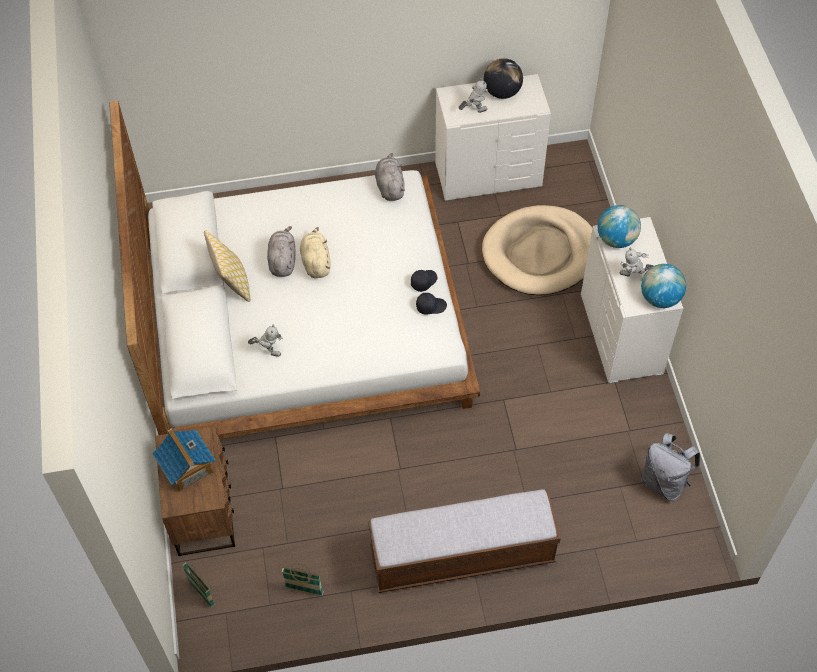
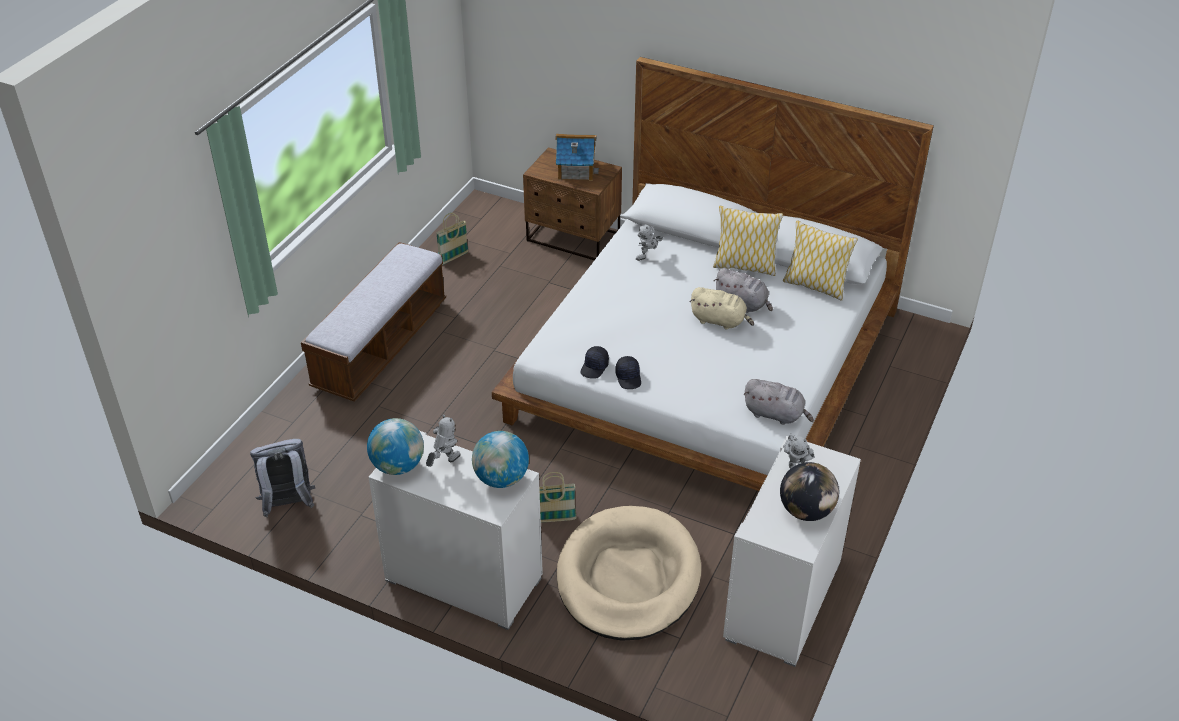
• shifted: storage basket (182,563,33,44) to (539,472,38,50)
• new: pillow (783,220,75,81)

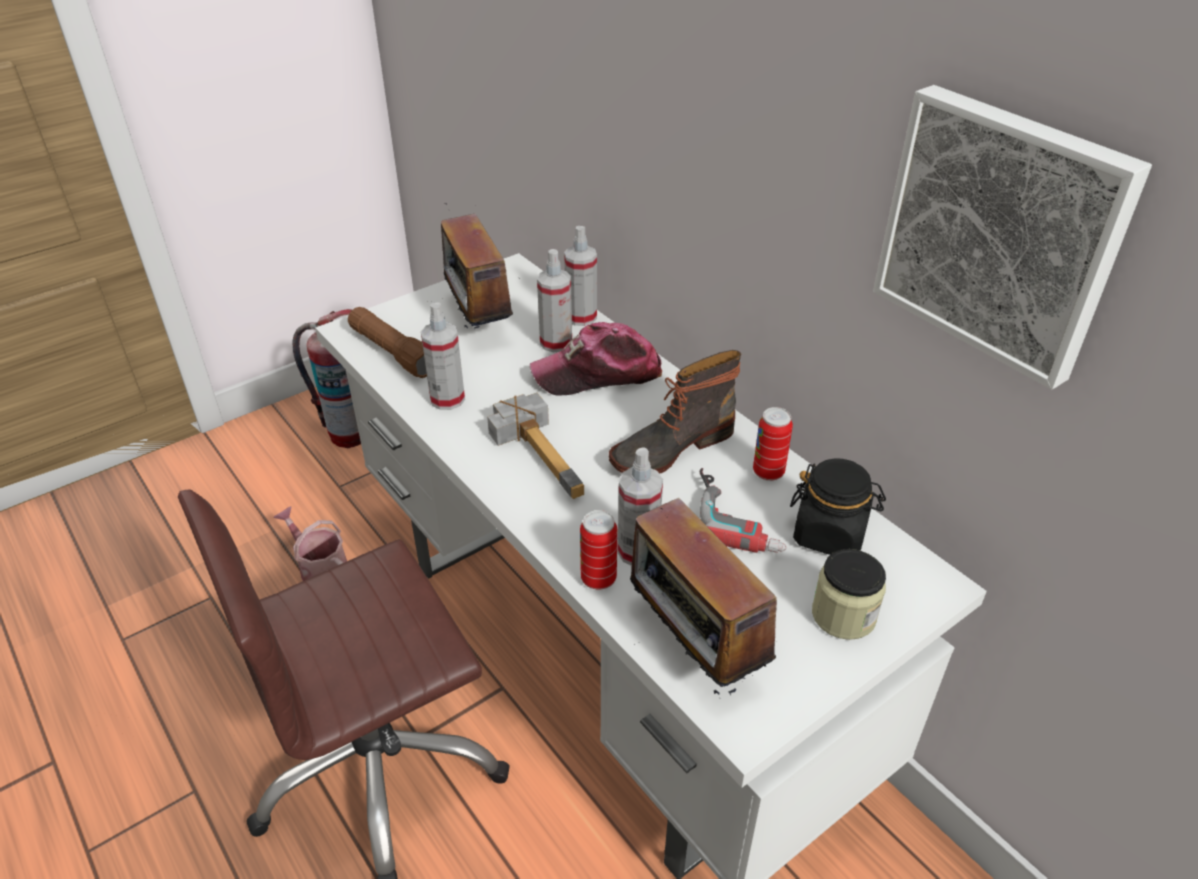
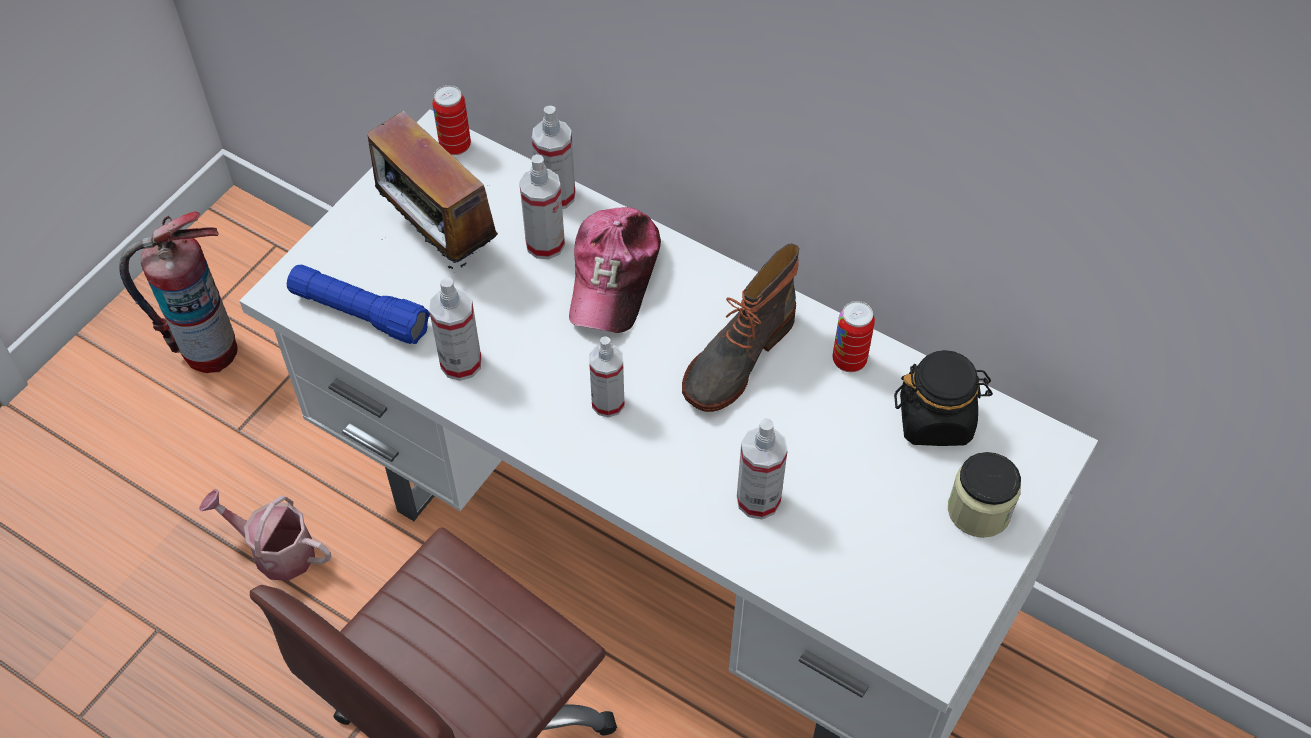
• gone: picture (873,85,279,305)
• repainted: hand torch (brown-coloured) (348,307,79,71) to hand torch (blue-coloured) (287,264,143,80)
• rotated: baseball cap (530,322,132,73) = (569,207,92,126) 45 degrees counterclockwise
• swapped: hammer (487,393,97,106) to hand sprayer (589,336,36,82)
• gone: drill (700,468,87,85)
• gone: radio (630,498,147,197)
• shifted: can (580,510,38,80) to (432,85,39,70)

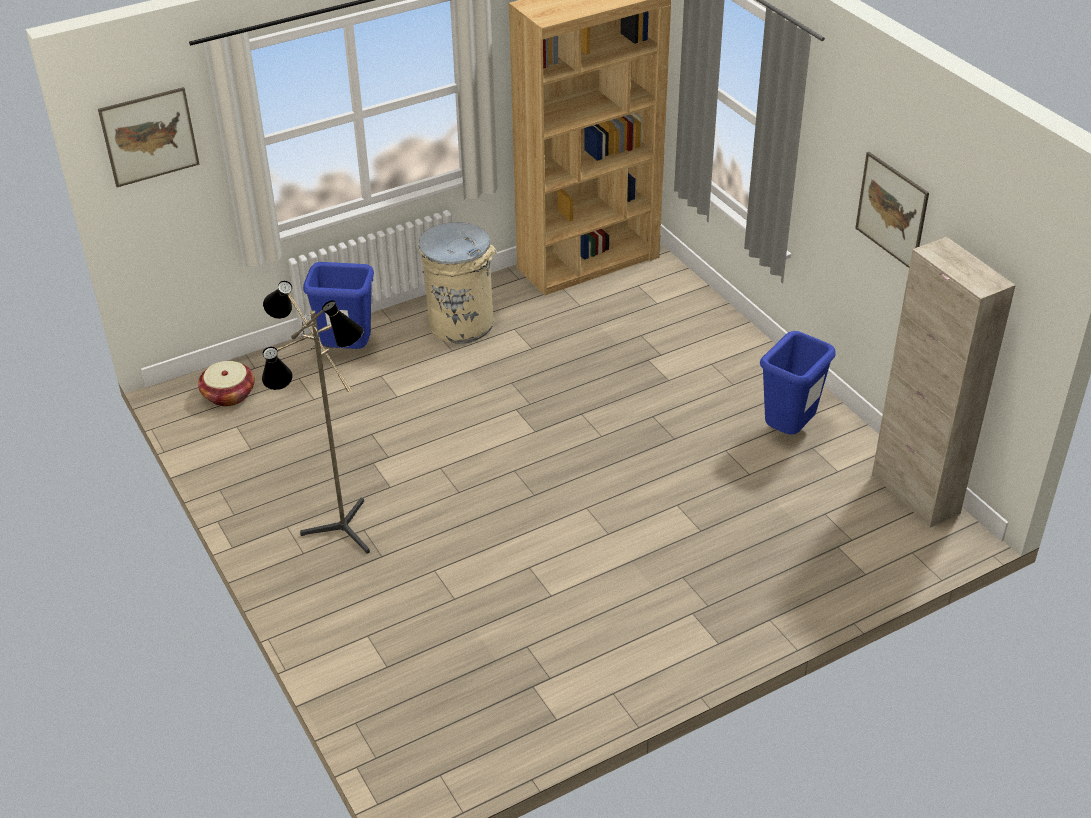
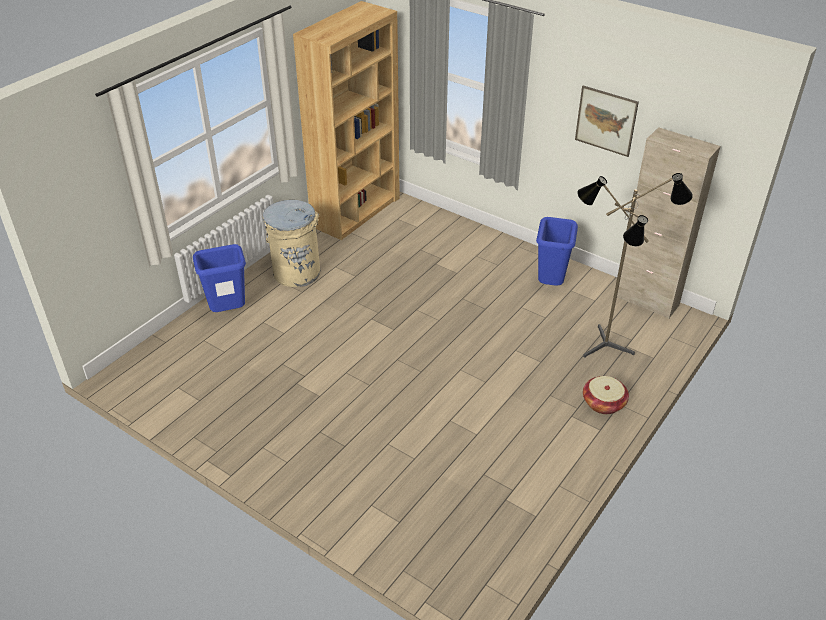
• gone: picture (98,87,102,100)
• shifted: floor lamp (262,281,108,273) to (577,173,116,185)
• shifted: storage basket (198,361,57,45) to (583,376,46,38)

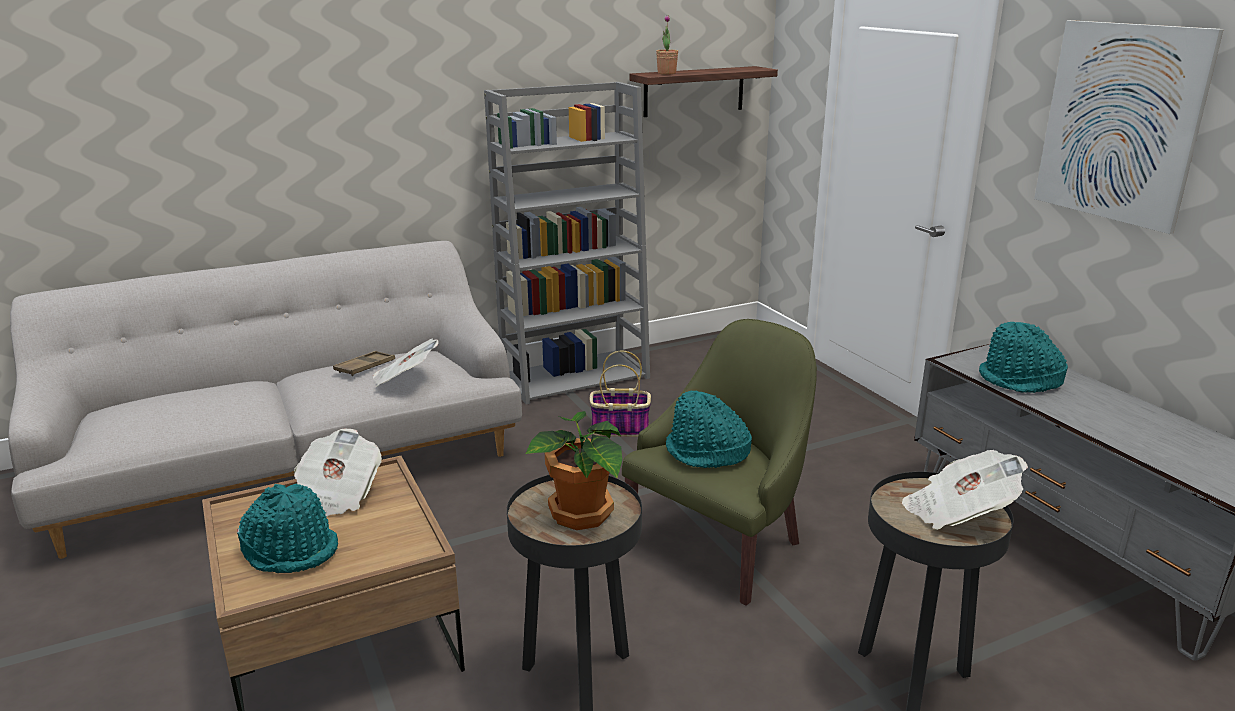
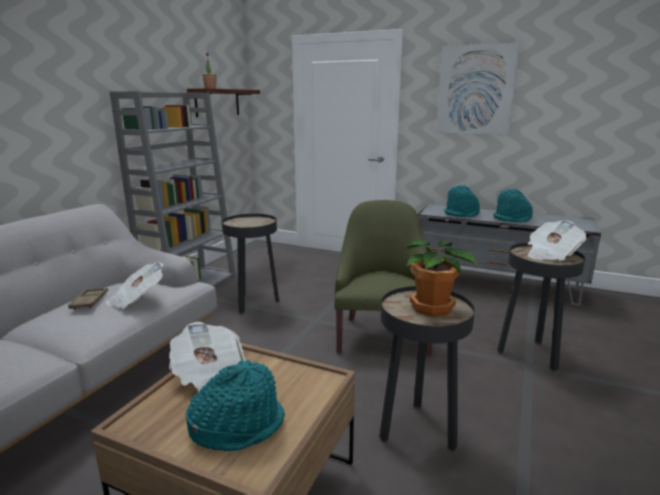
• swapped: storage basket (590,351,61,86) to end table (black-coloured) (222,214,57,99)
• shifted: wearable hat (turquoise) (666,391,86,77) to (493,189,40,33)

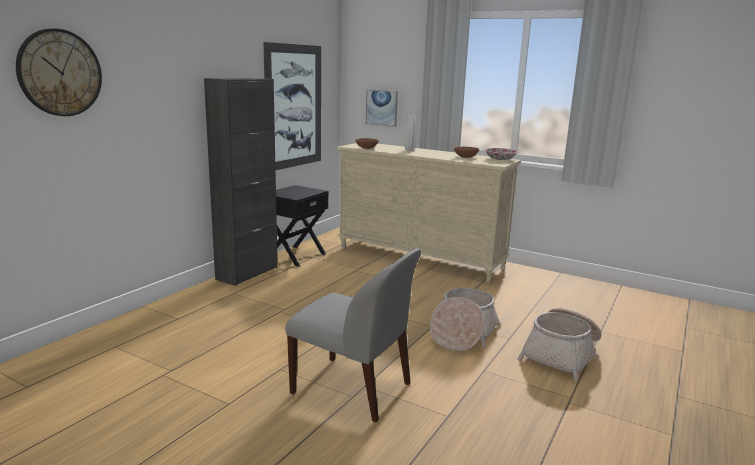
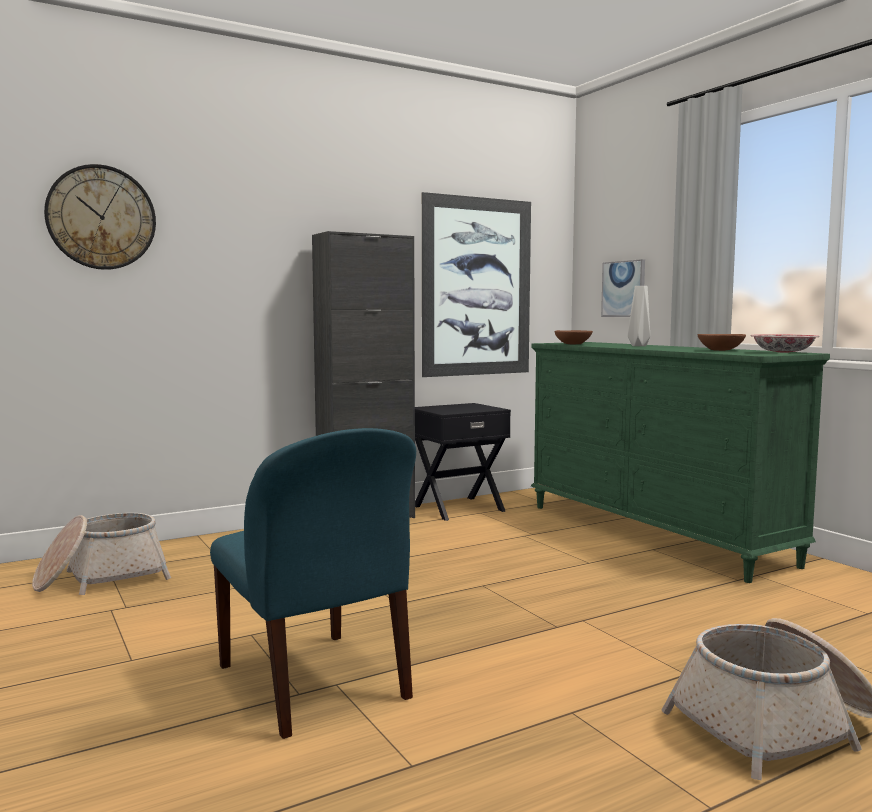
• repainted: drawer chest (beige) (337,143,184,140) to drawer chest (greenish) (531,342,299,241)
• repainted: upright chair (gray) (285,249,136,173) to upright chair (blue-coloured) (210,428,206,311)
• shifted: storage basket (430,288,70,63) to (32,513,139,82)

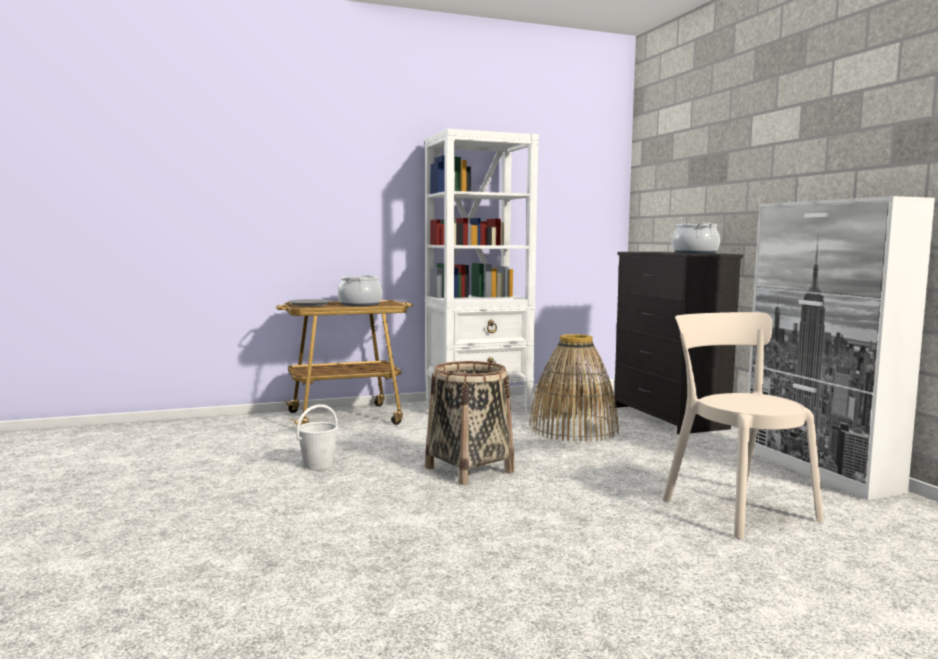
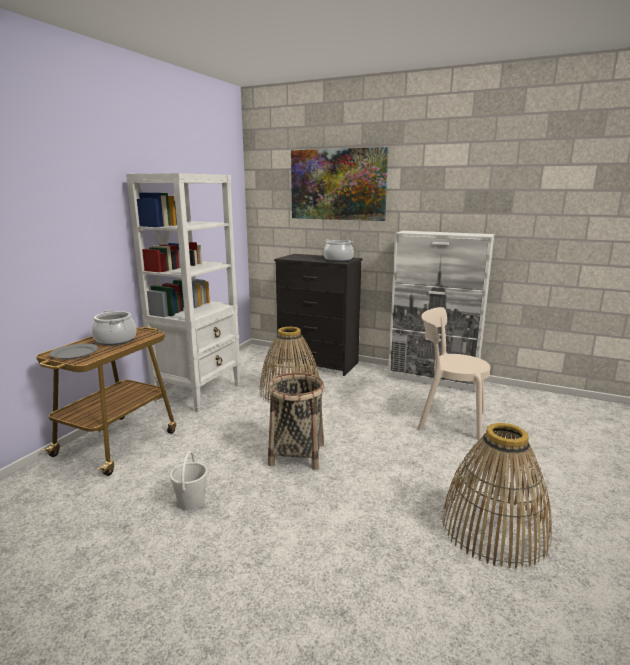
• new: picture (291,147,97,74)
• new: storage basket (441,423,111,146)

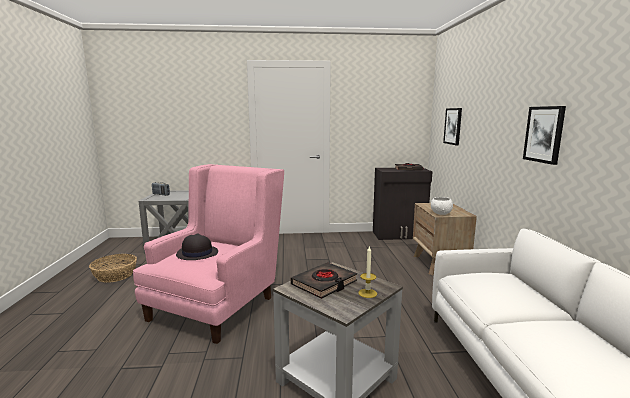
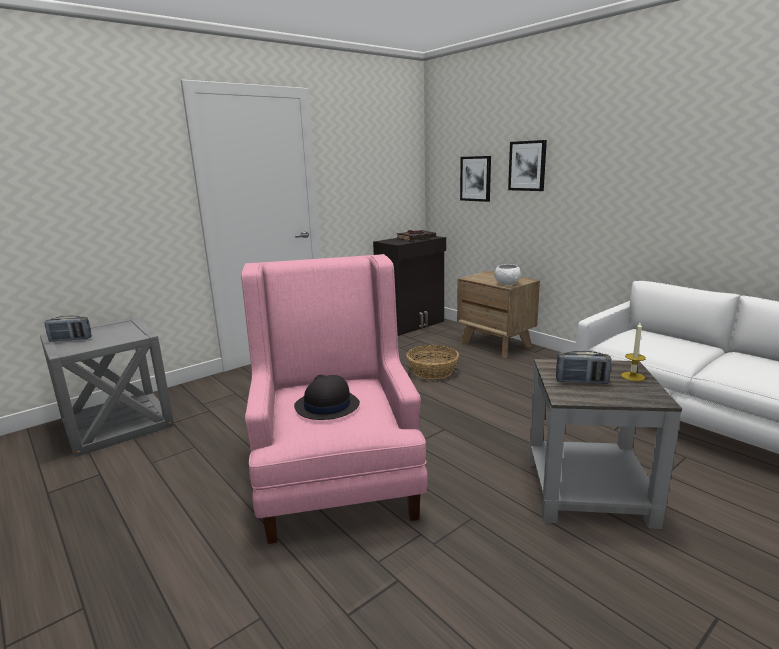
• shifted: picture (523,106,43,59) to (508,140,39,51)
• shifted: storage basket (89,254,48,29) to (406,345,53,34)
• swapped: volume (black-coloured) (290,262,67,37) to radio (556,351,55,33)

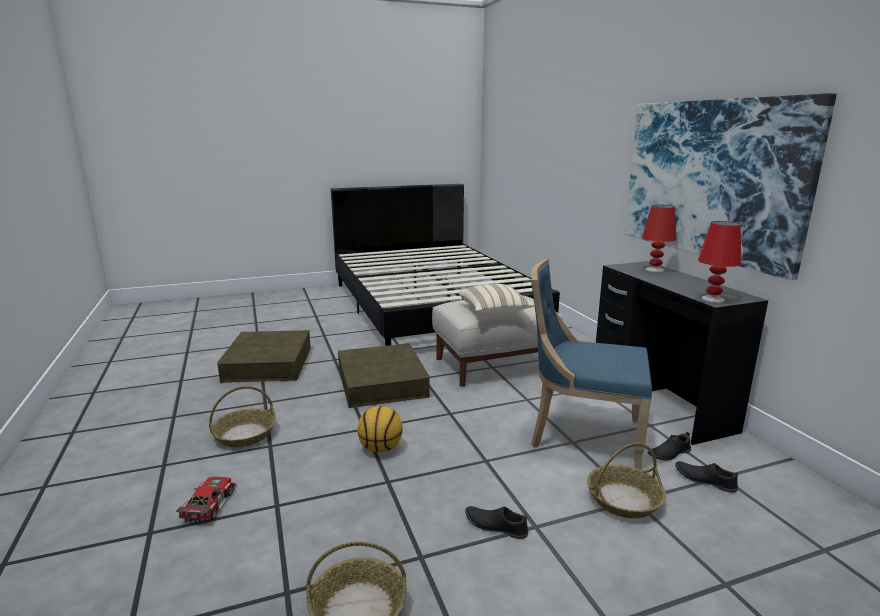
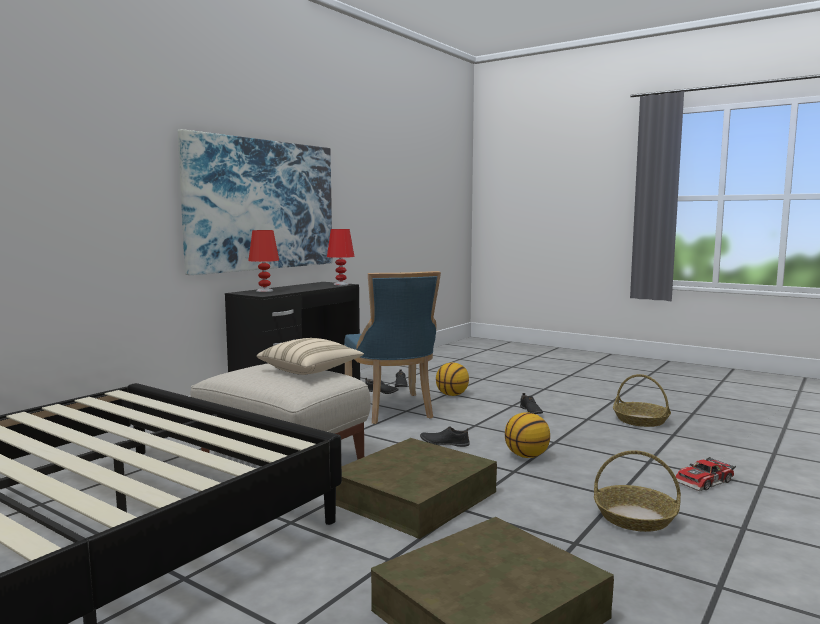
• swapped: storage basket (587,443,79,76) to ball for basketball (436,362,33,34)
• new: shoe (black-coloured) (420,426,50,21)

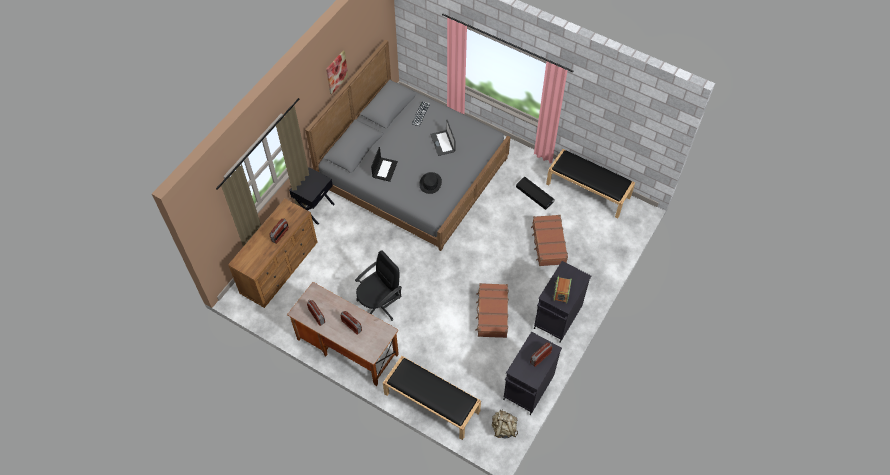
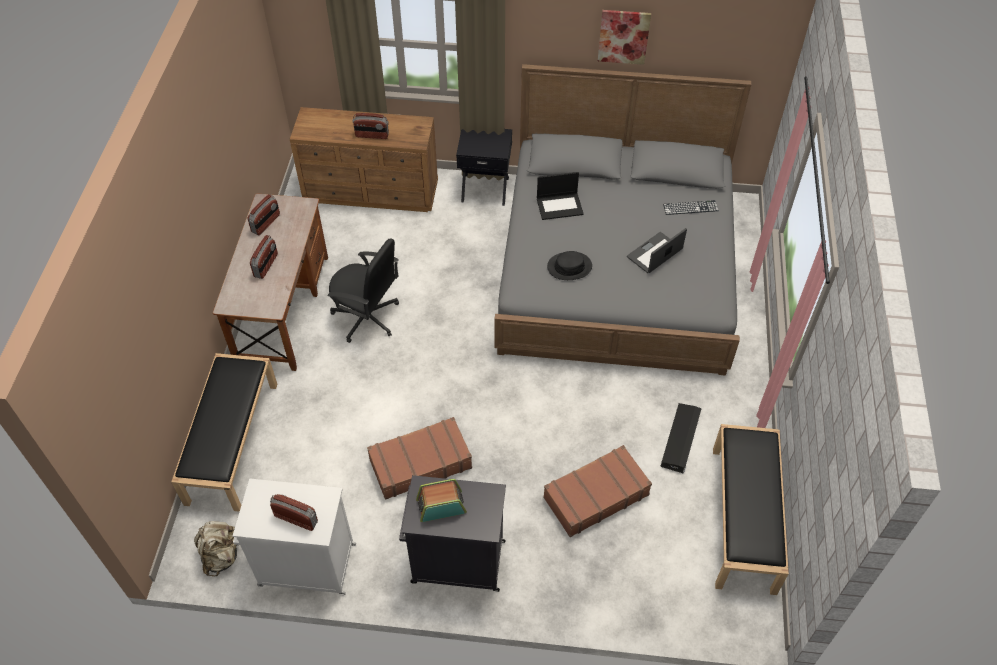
• repainted: cabinet (black-coloured) (503,332,59,83) to cabinet (whitish) (233,478,123,117)

